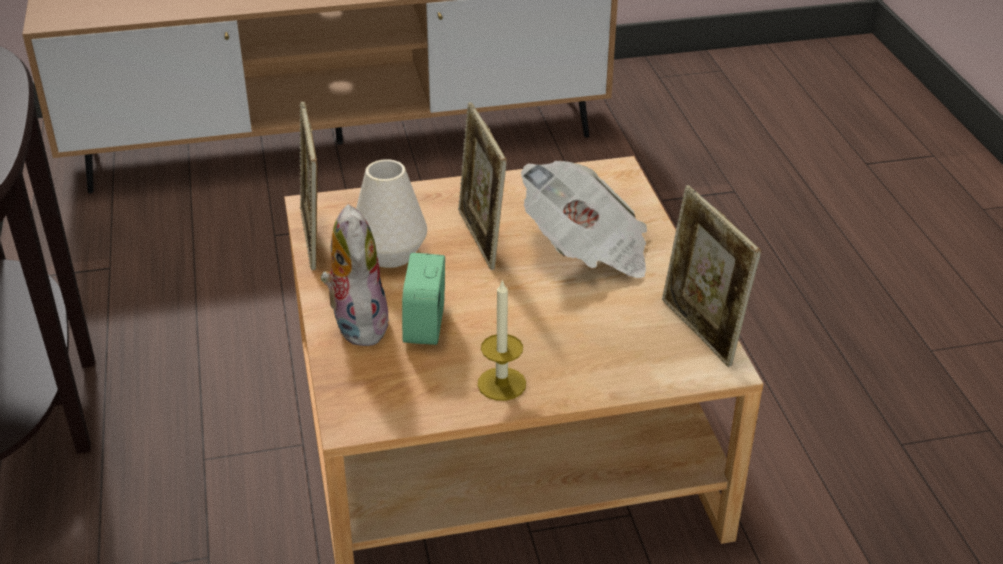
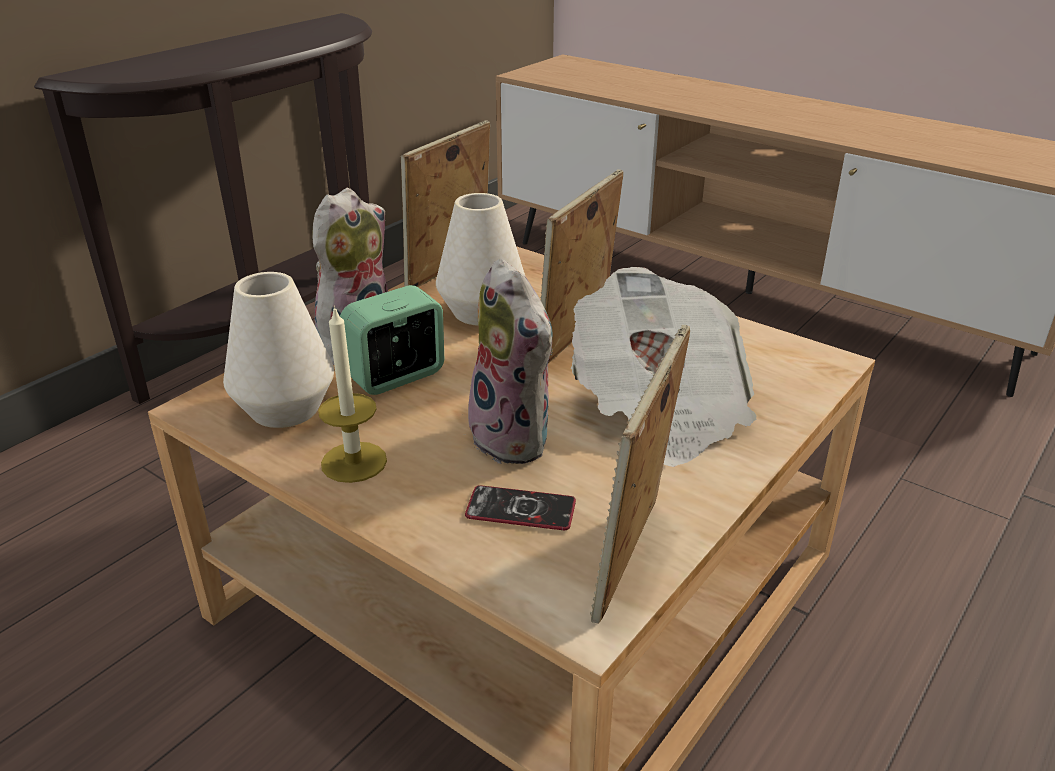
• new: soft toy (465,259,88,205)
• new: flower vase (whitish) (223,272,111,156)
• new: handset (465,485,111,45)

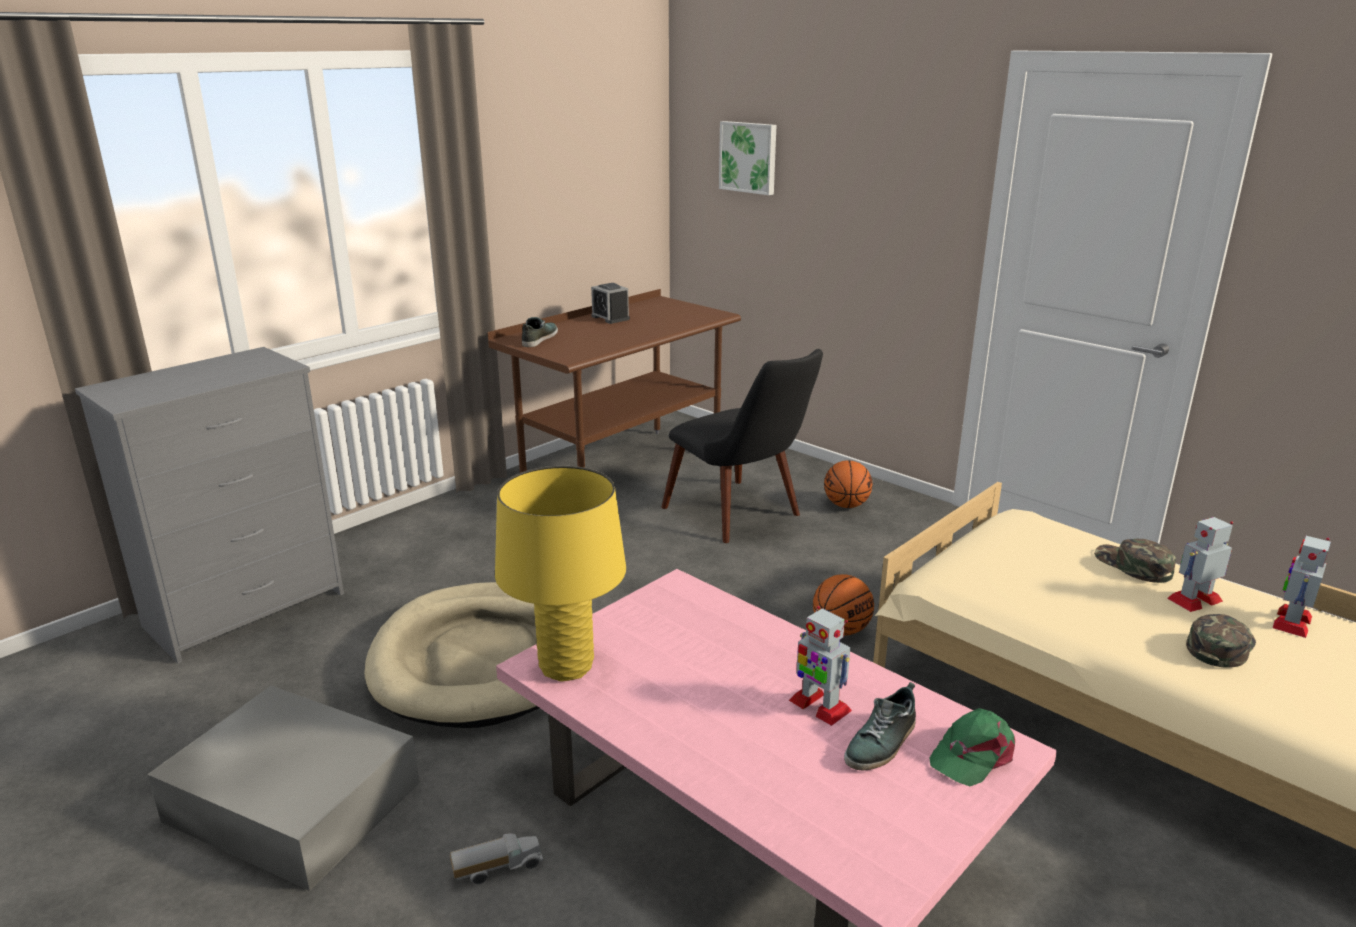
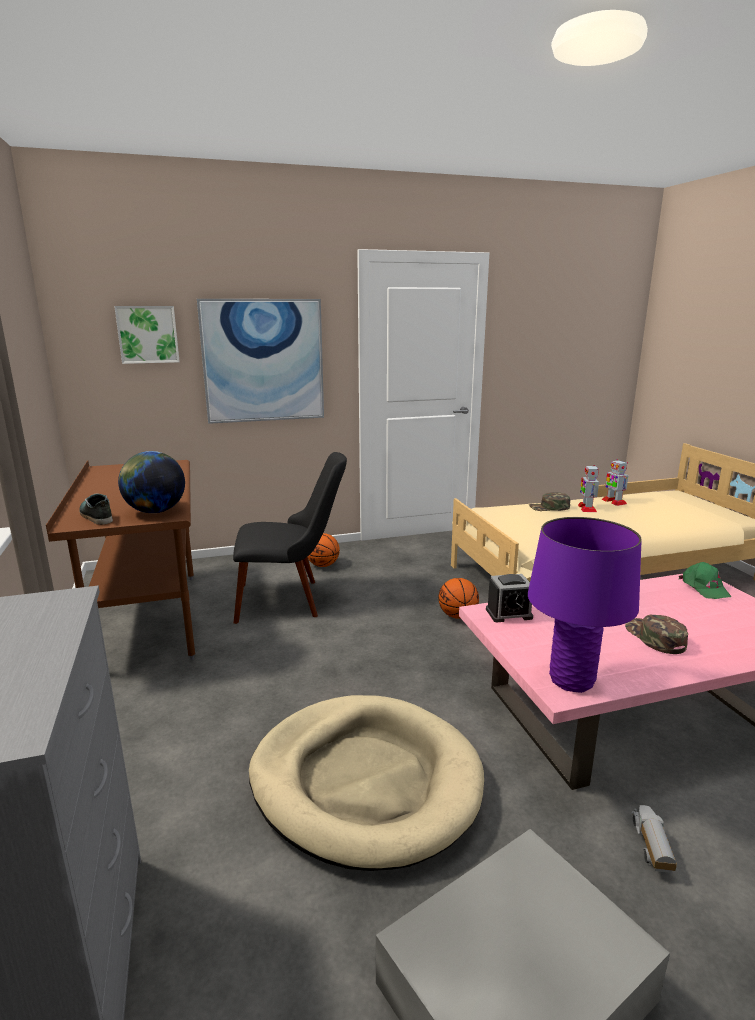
• shifted: bedside clock (591,283,39,41) to (486,574,47,48)
• repainted: table lamp (yellow) (495,466,131,216) to table lamp (purple-coloured) (528,517,114,176)
• gone: model robot (789,606,63,120)
• shifted: baseball cap (greenish) (1186,614,70,54) to (625,615,63,39)
• gone: shoe (844,682,72,88)
• new: picture (197,299,127,125)
• new: desk globe (118,451,67,62)

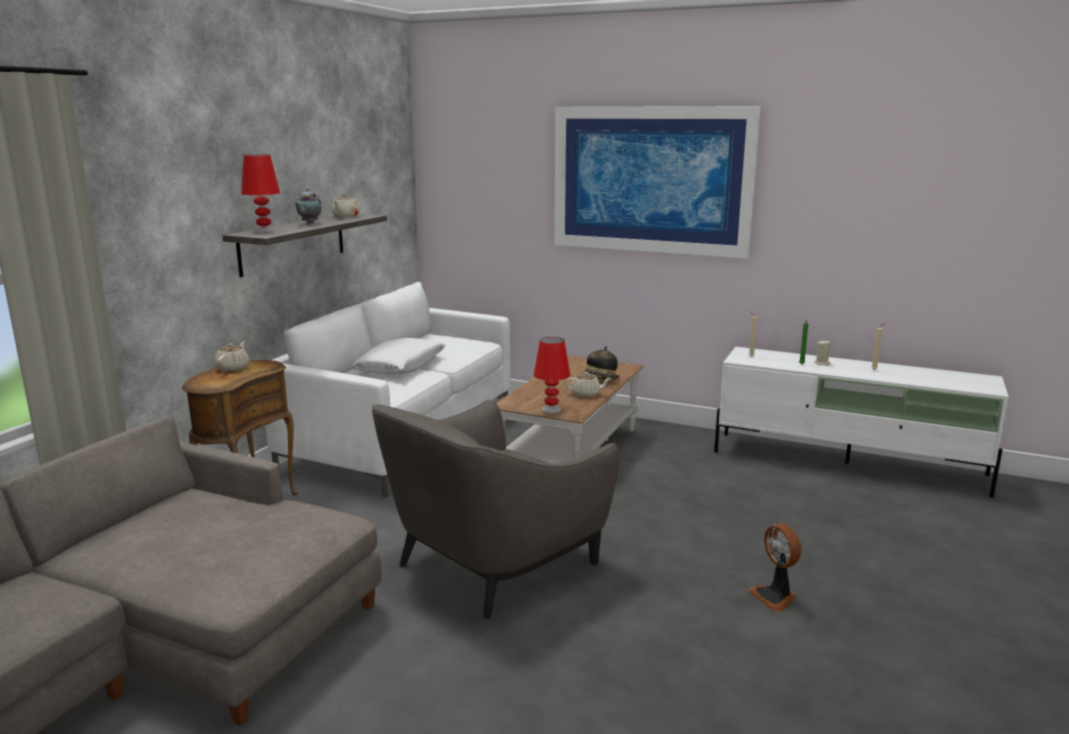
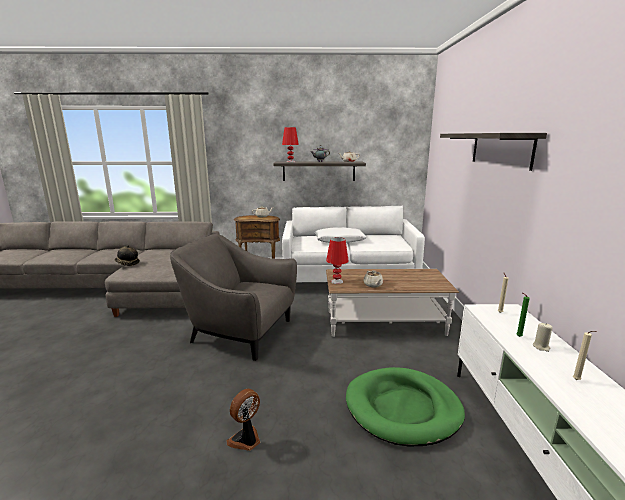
• swapped: picture (554,106,208,152) to shelf (440,133,107,38)
• shifted: wearable hat (582,346,37,34) to (114,245,26,21)
• new: dog bed (greenish) (346,367,119,79)

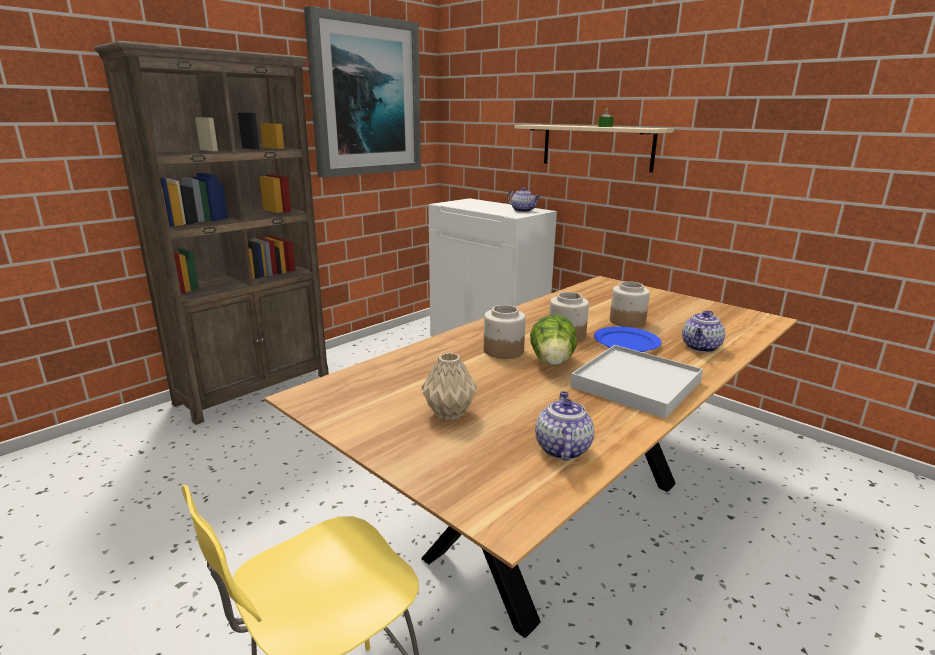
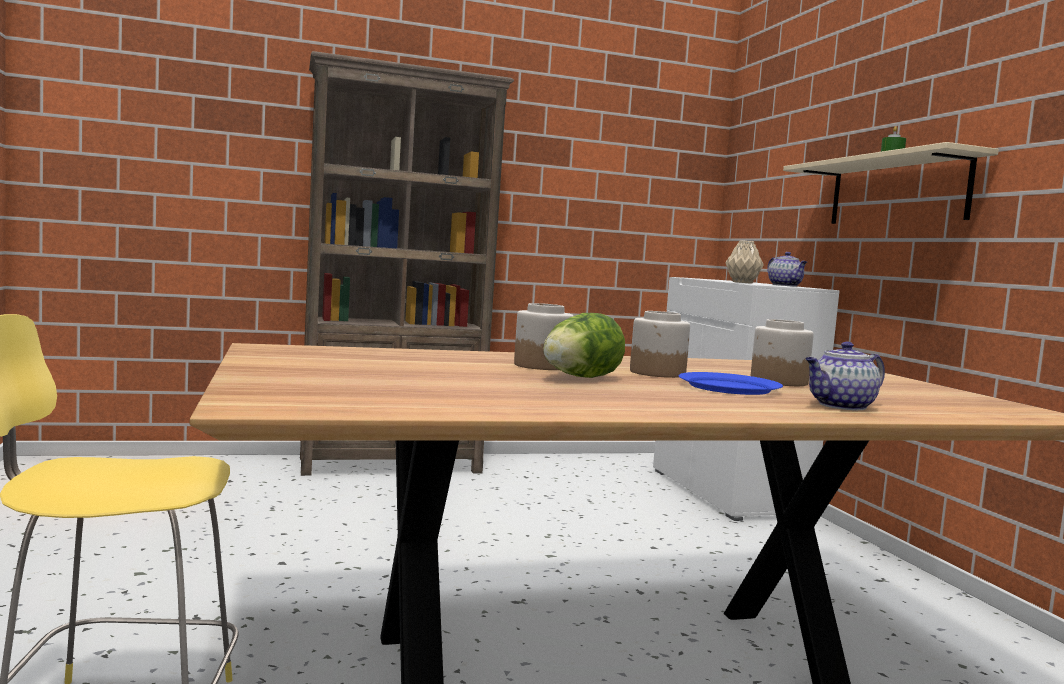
• gone: picture (304,6,117,172)
• gone: tray (whitish) (570,345,133,74)
• shifted: flower vase (beige) (422,353,55,67) to (726,240,38,44)
• gone: teapot (535,391,59,69)

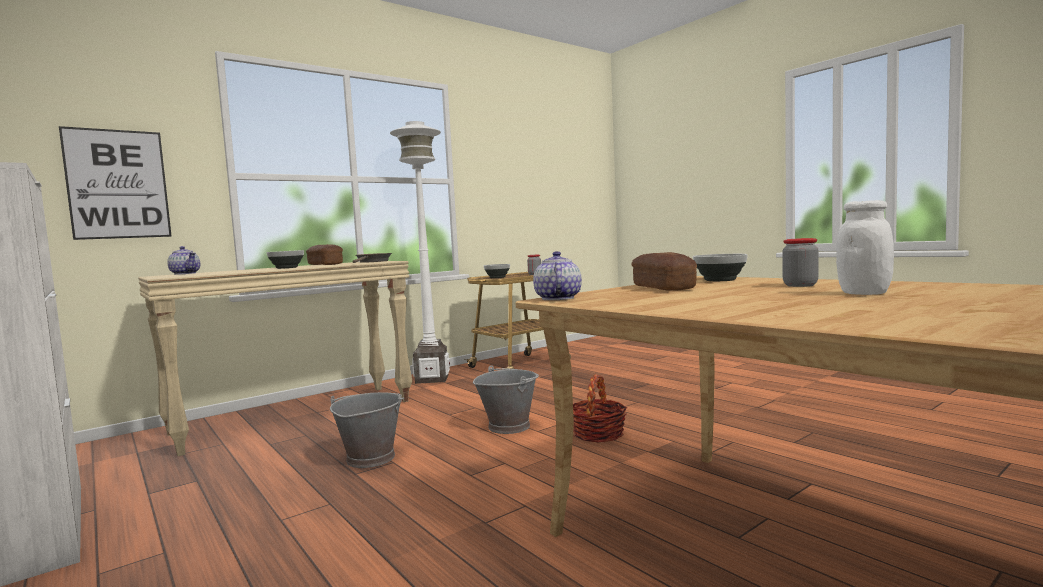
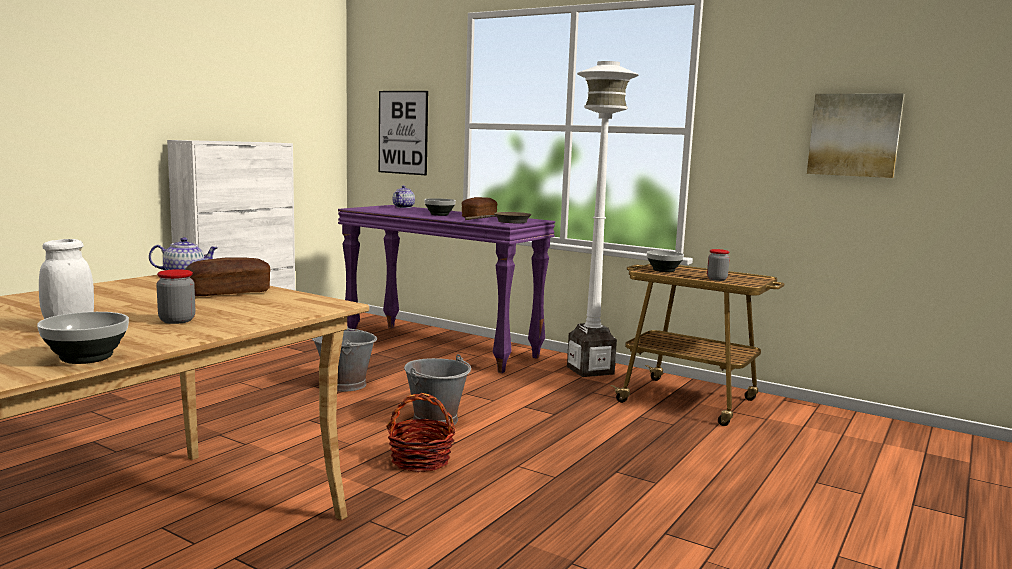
• shifted: bowl (693,254,55,27) to (37,312,92,52)
• repainted: narrow table (beige) (138,261,274,195) to narrow table (purple-coloured) (338,205,217,168)
• new: picture (807,94,97,84)

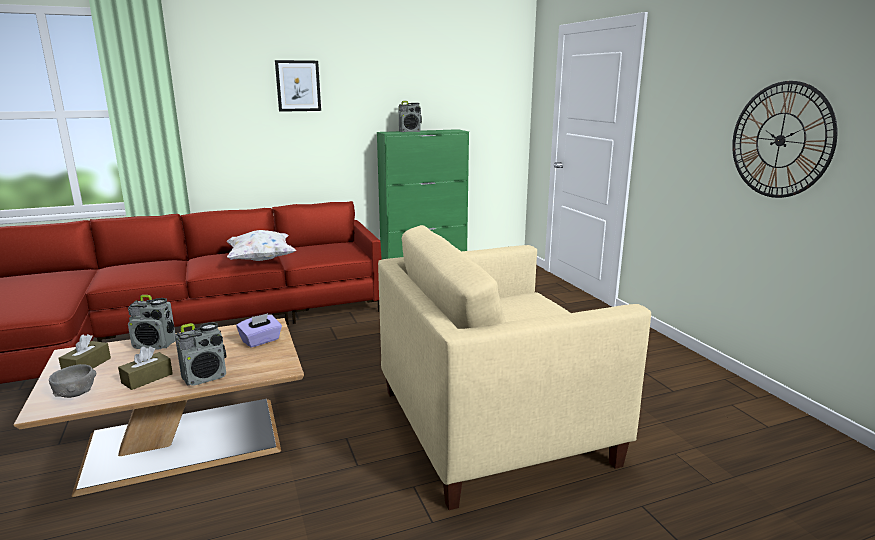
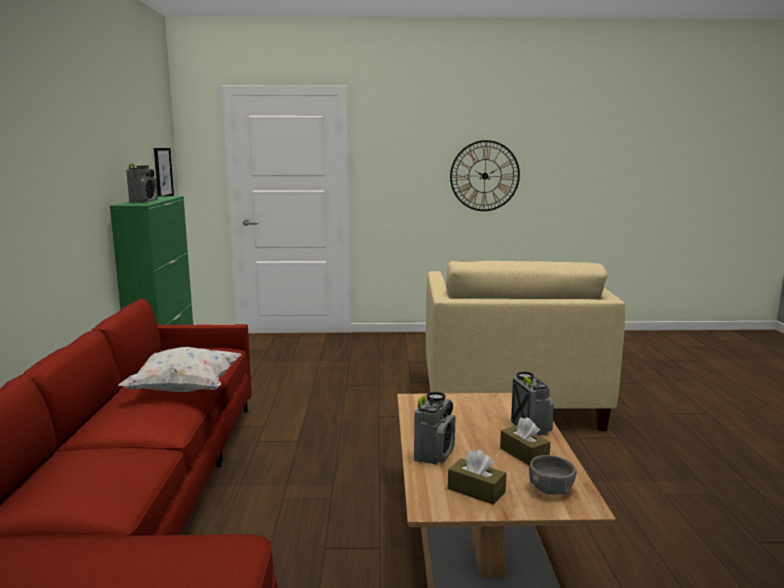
• shifted: picture (275,60,46,52) to (154,148,20,48)
• gone: tissue box (purple-coloured) (236,313,46,35)

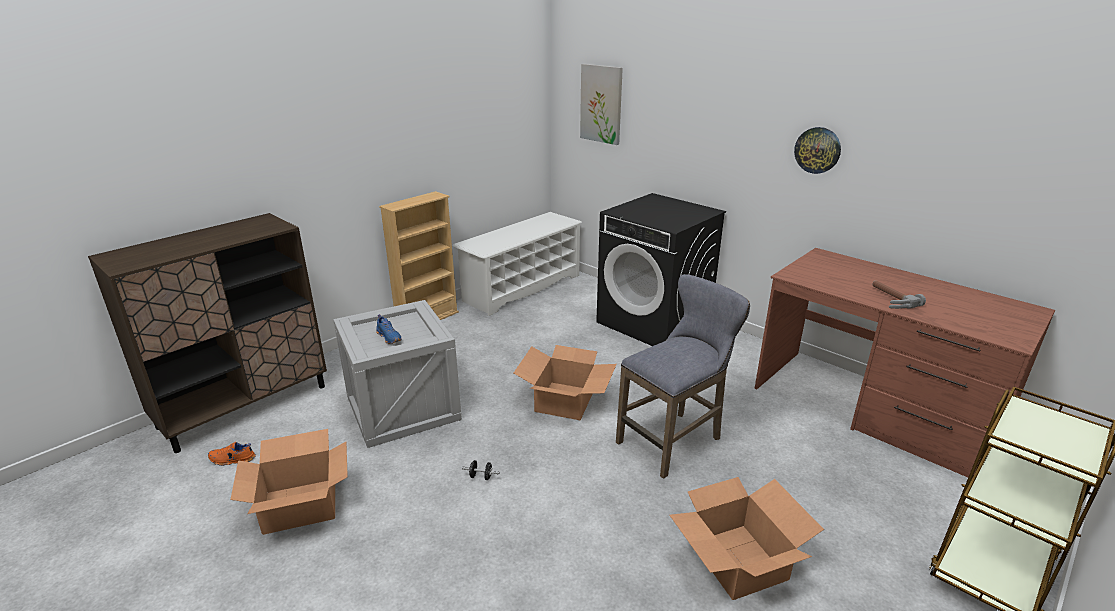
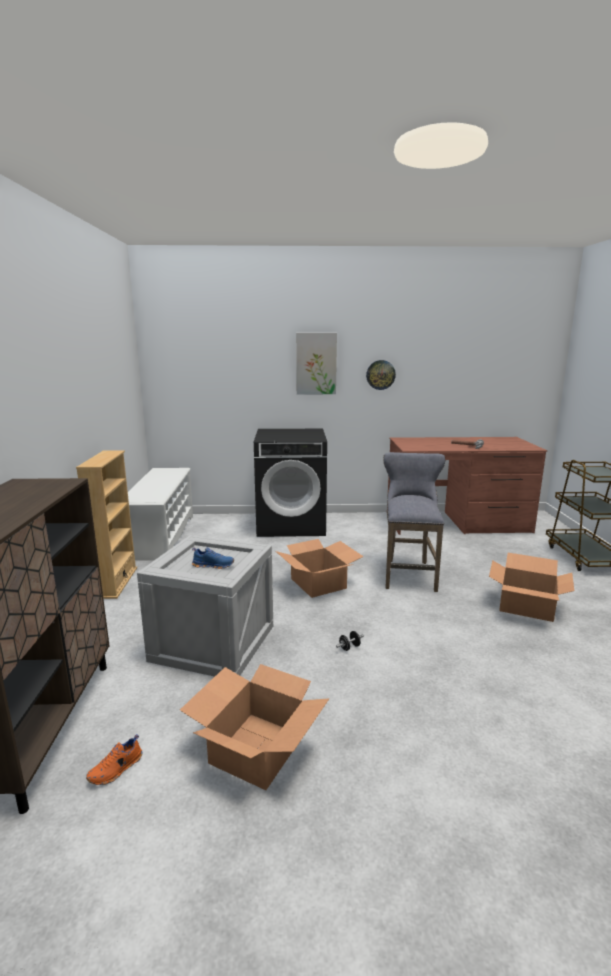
• shifted: picture (580,64,43,81) to (296,333,41,61)

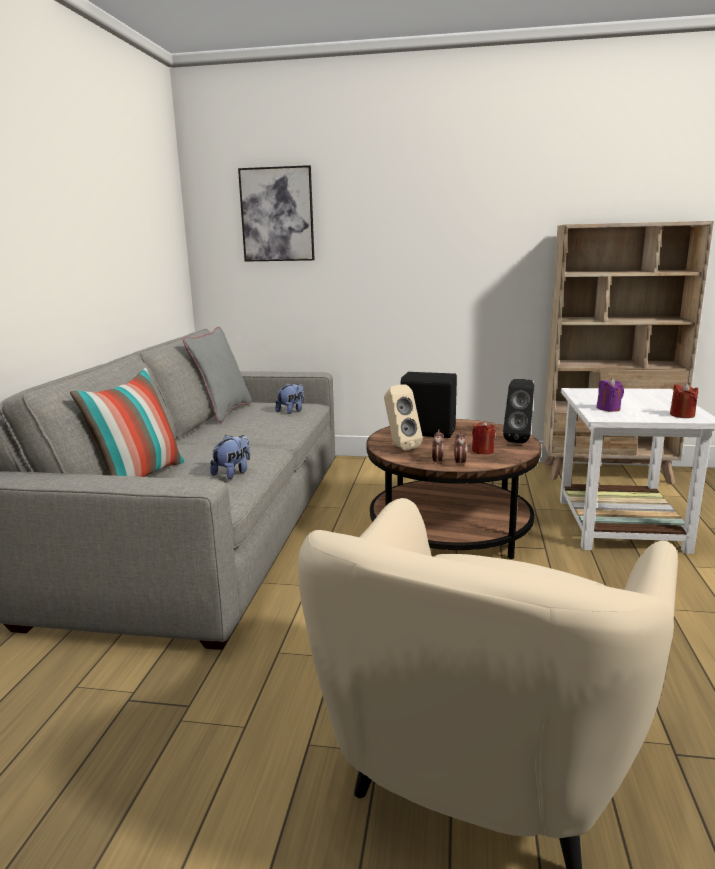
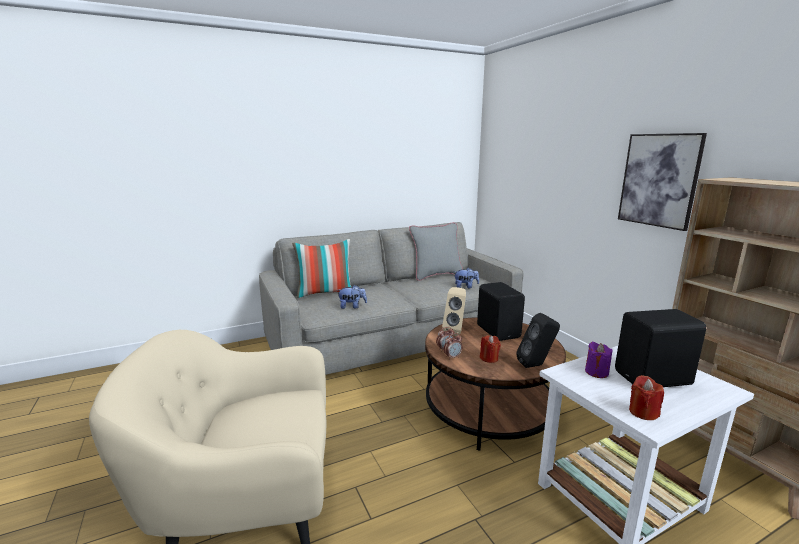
• shifted: picture (238,165,77,97) to (618,133,89,98)
• new: speaker (black-coloured) (615,309,91,78)

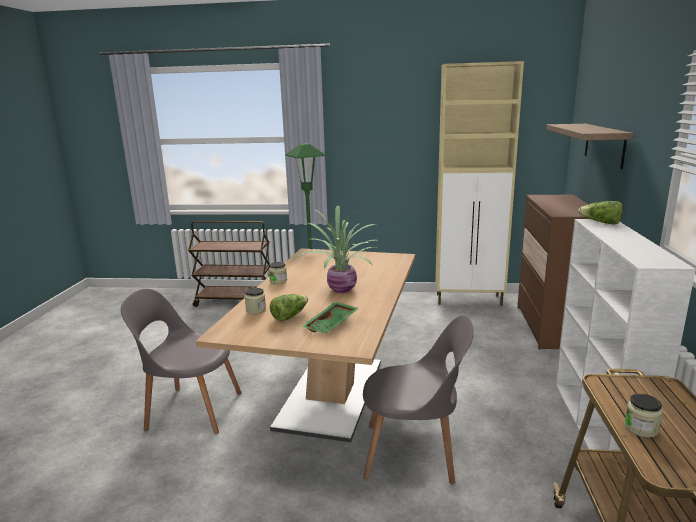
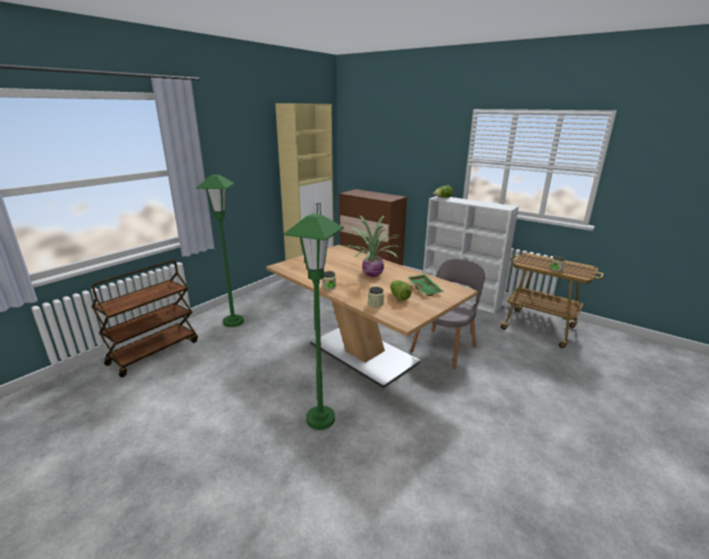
• gone: shelf (546,124,88,45)
• swapped: upright chair (gray) (121,289,121,145) to floor lamp (greenish) (284,214,60,216)

